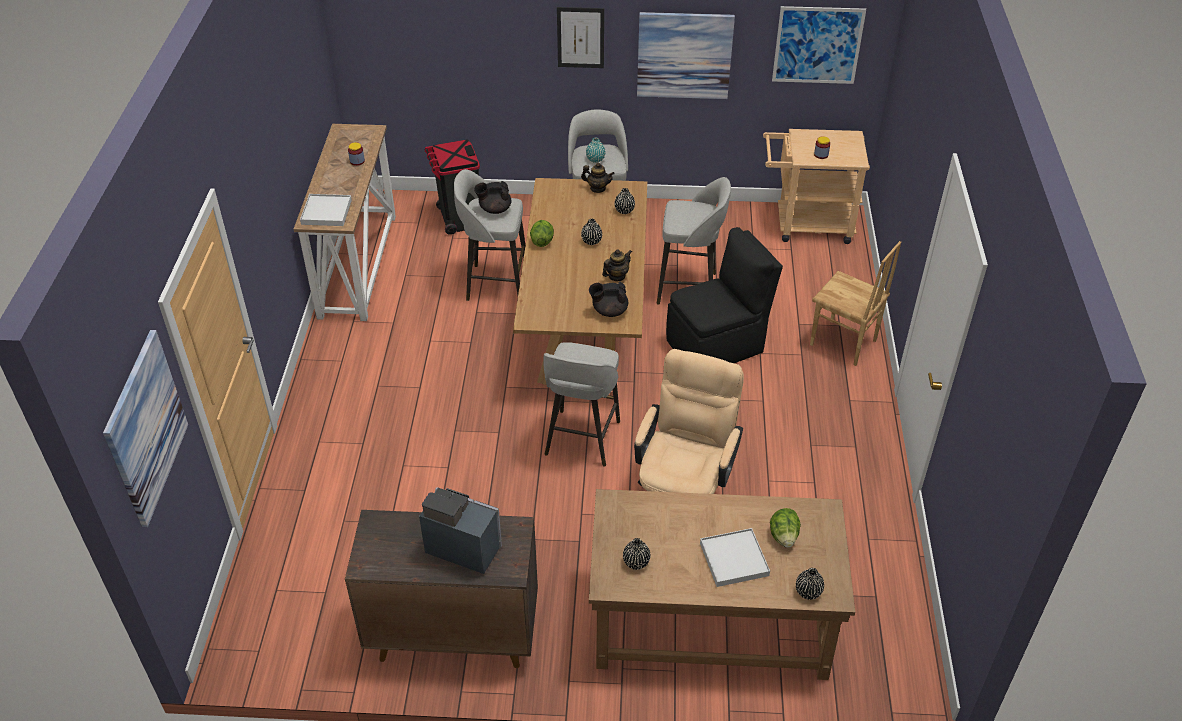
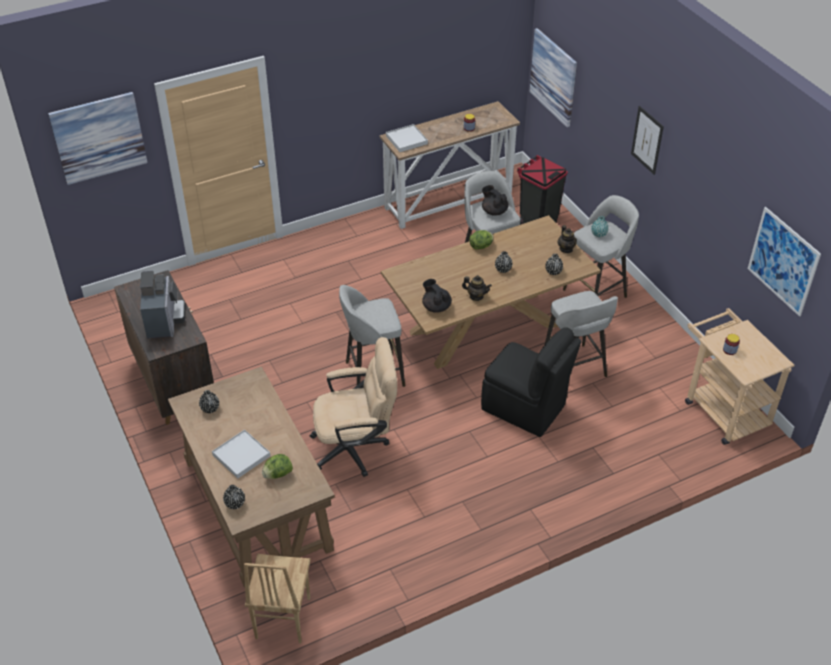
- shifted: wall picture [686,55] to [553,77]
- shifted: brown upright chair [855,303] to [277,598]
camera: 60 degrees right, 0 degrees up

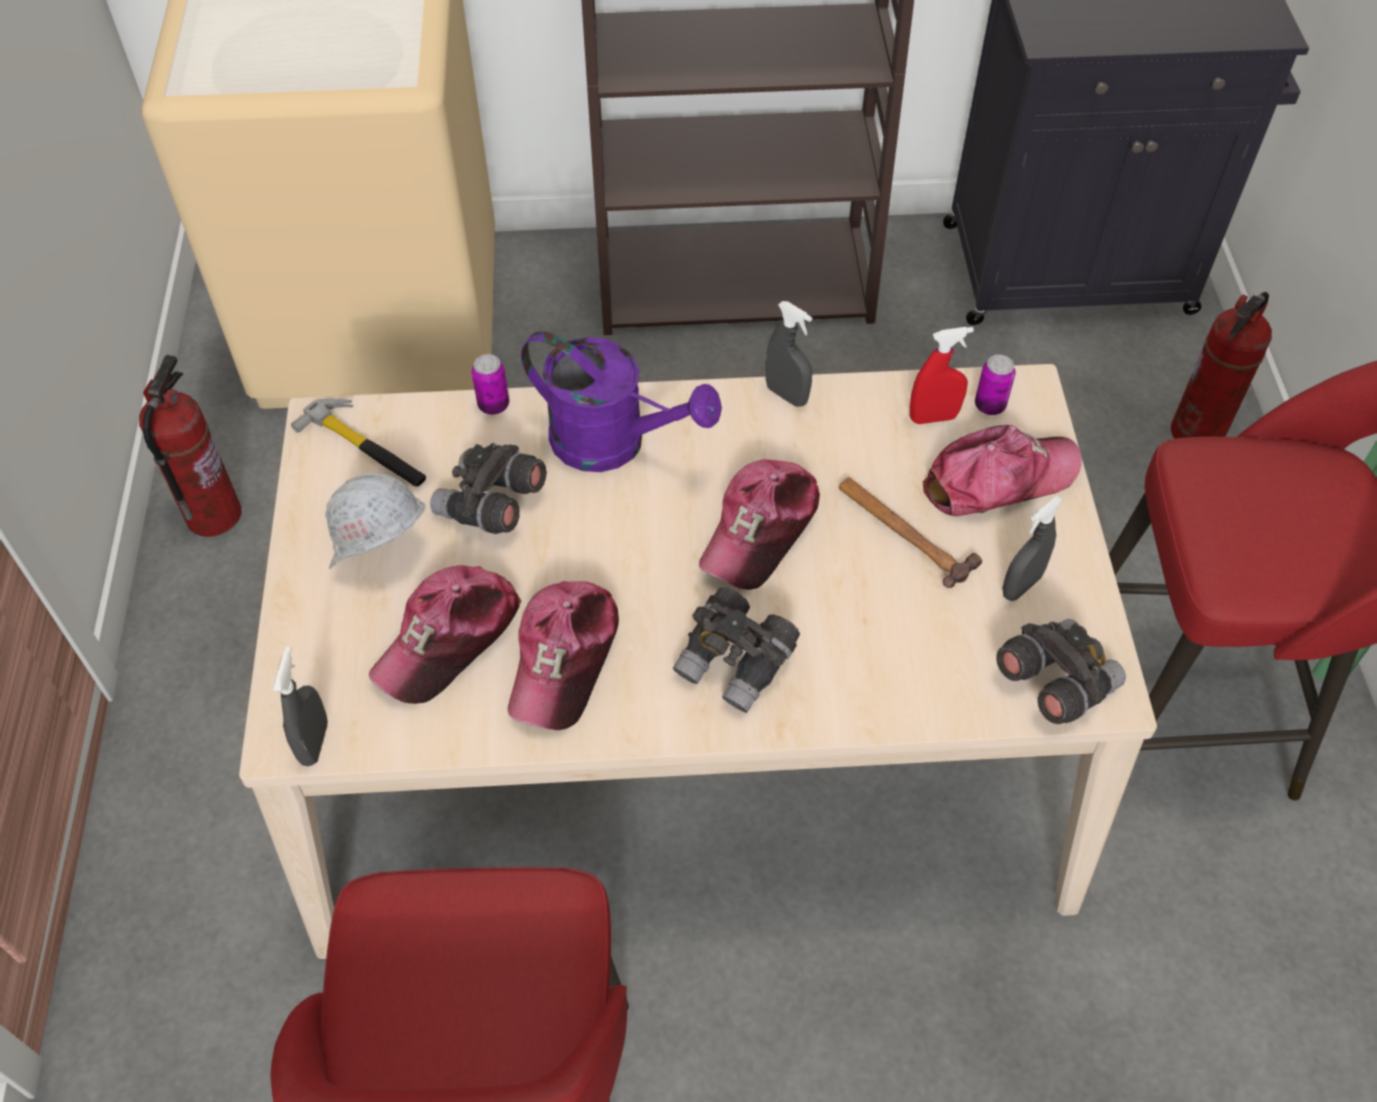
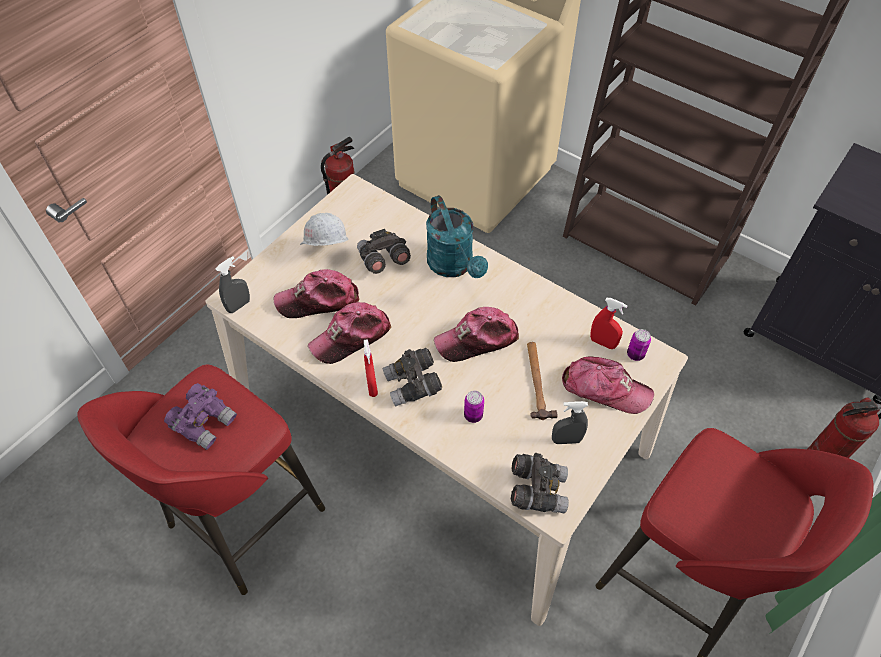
- gone: grey spray bottle [789,354]
- repainted: purple watering pot [621,401] to turquoise watering pot [457,236]
- shifted: metal can [490,384] to [474,407]
- gone: hammer [358,442]
- new: reddish spray bottle [371,368]
- new: purple binoculars [200,416]
camera: 40 degrees right, 0 degrees up

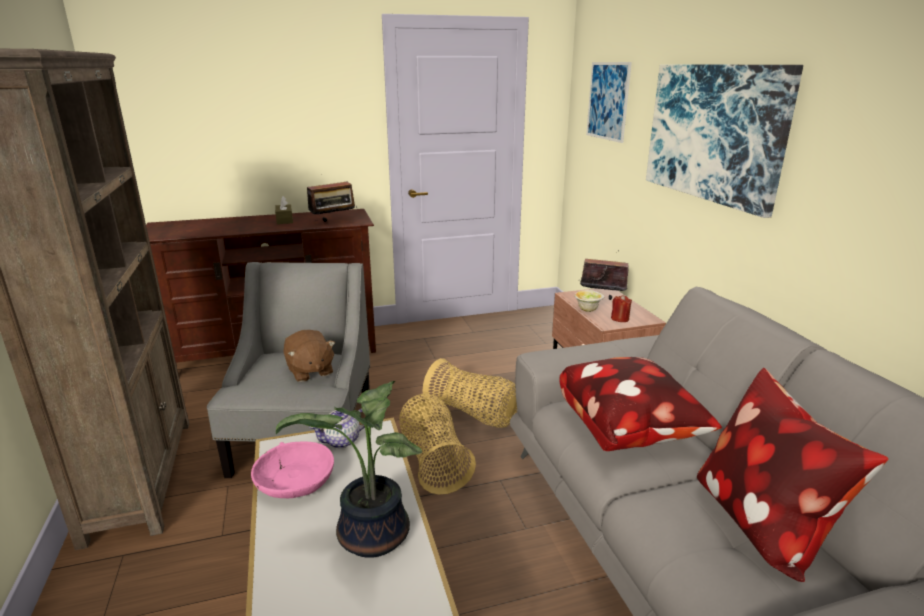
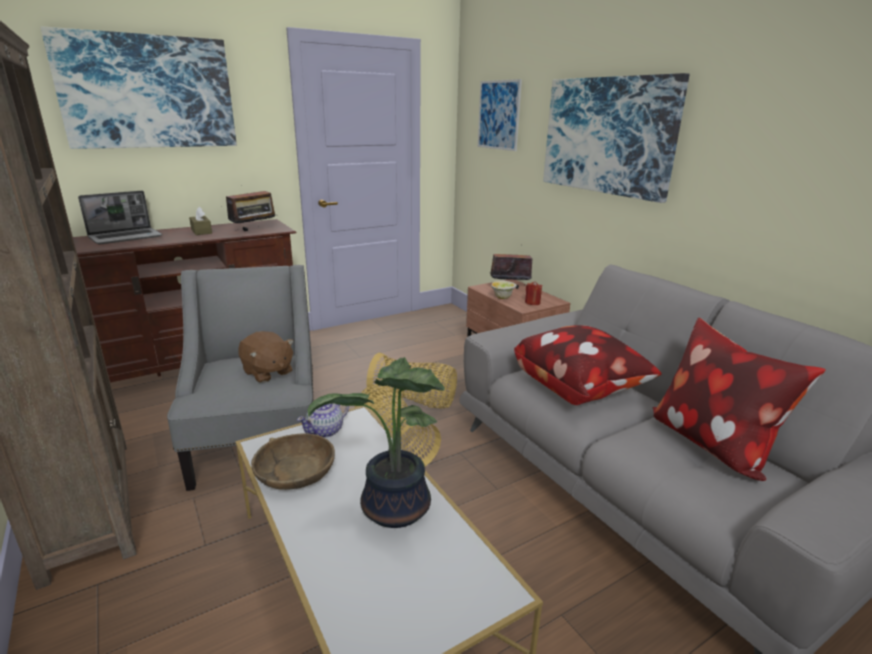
- repainted: pink-coloured bowl [292,470] to brown bowl [293,461]
- new: wall picture [138,87]
- new: laptop [120,218]
camera: 15 degrees left, 0 degrees up

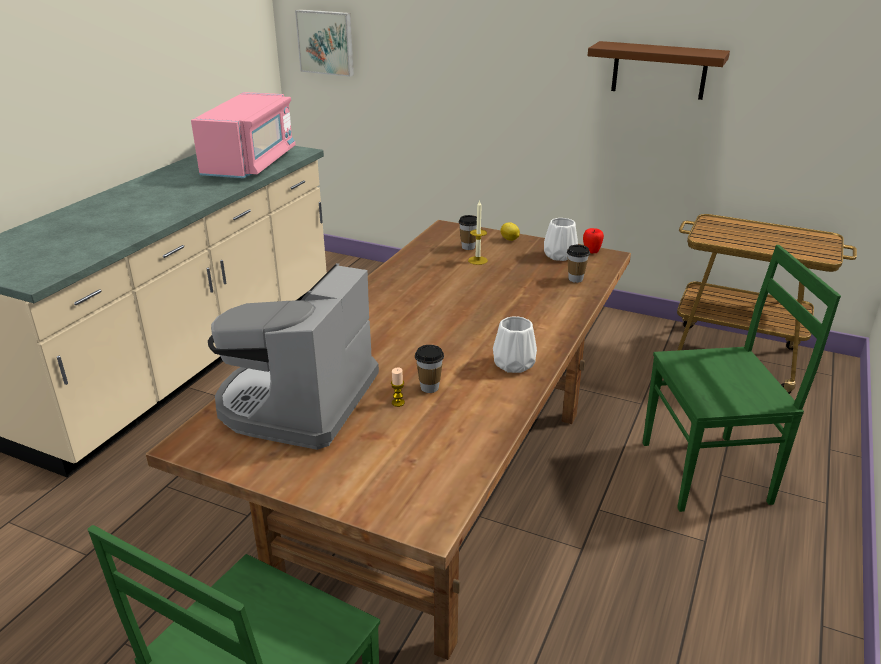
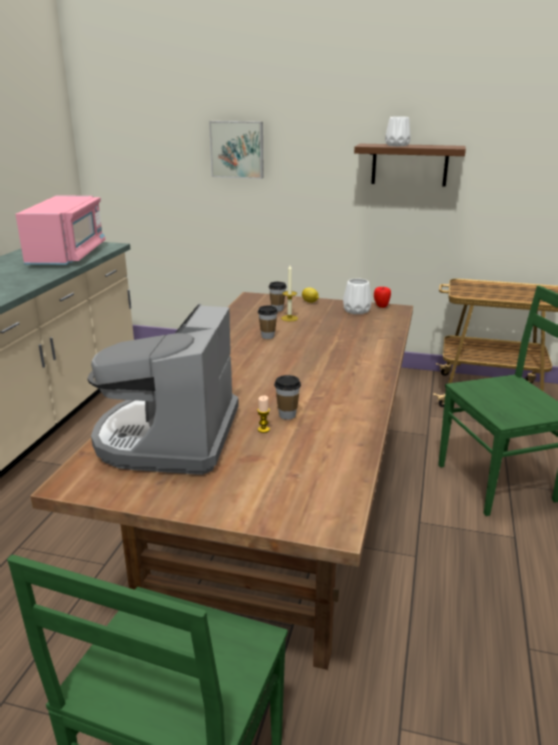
- shifted: wall picture [324,43] to [236,150]
- shifted: drinking cup [578,264] to [268,322]
- shifted: whitish vase [515,344] to [397,131]
camera: 10 degrees left, 5 degrees down

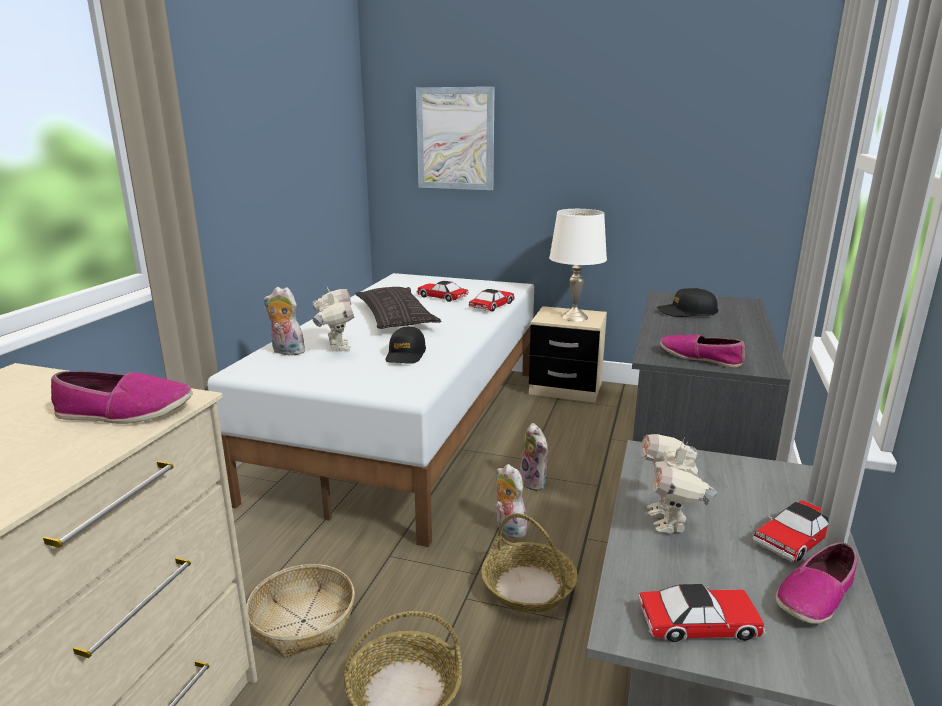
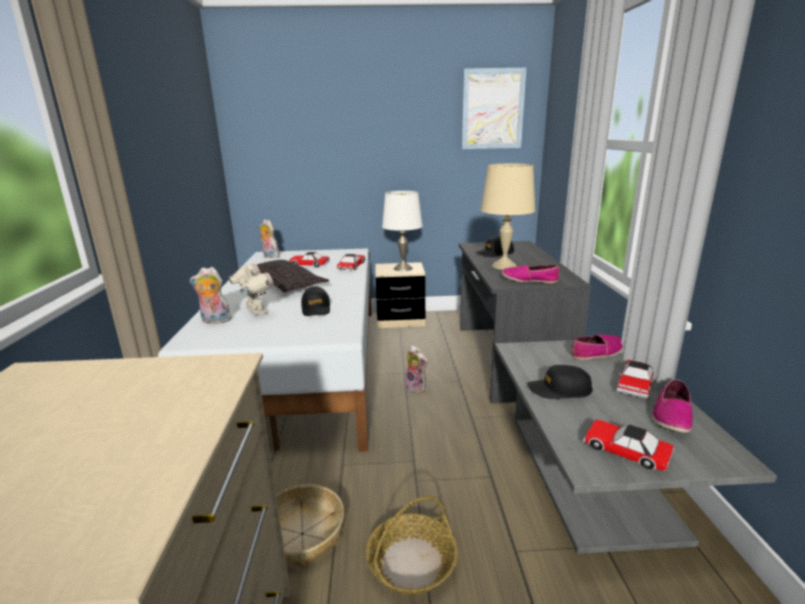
- shifted: wall picture [455,138] to [494,108]
- shifted: low shoe [122,397] to [597,347]
- swapped: model robot [679,483] to blackish peaked cap [560,382]
- shifted: cuddly toy [511,501] to [269,238]
- gone: basket [529,563]
- rotated: model car [702,613] = [628,445] 120 degrees counterclockwise
- new: beige-coloured table lamp [508,217]
camera: 20 degrees left, 0 degrees up

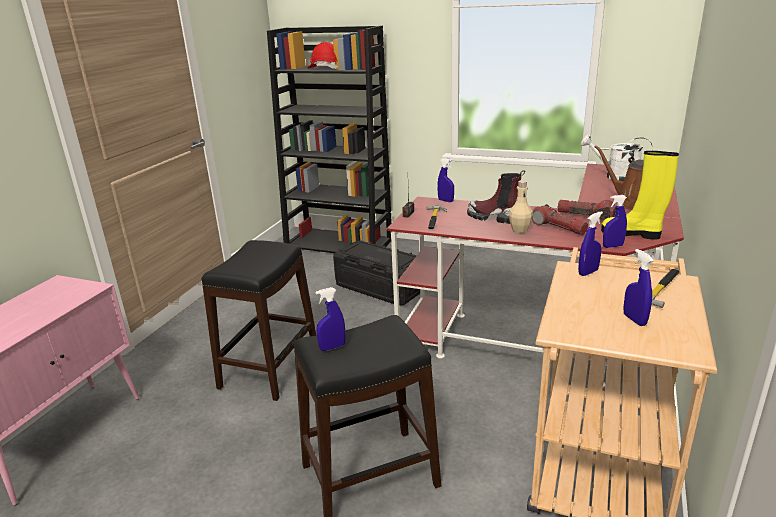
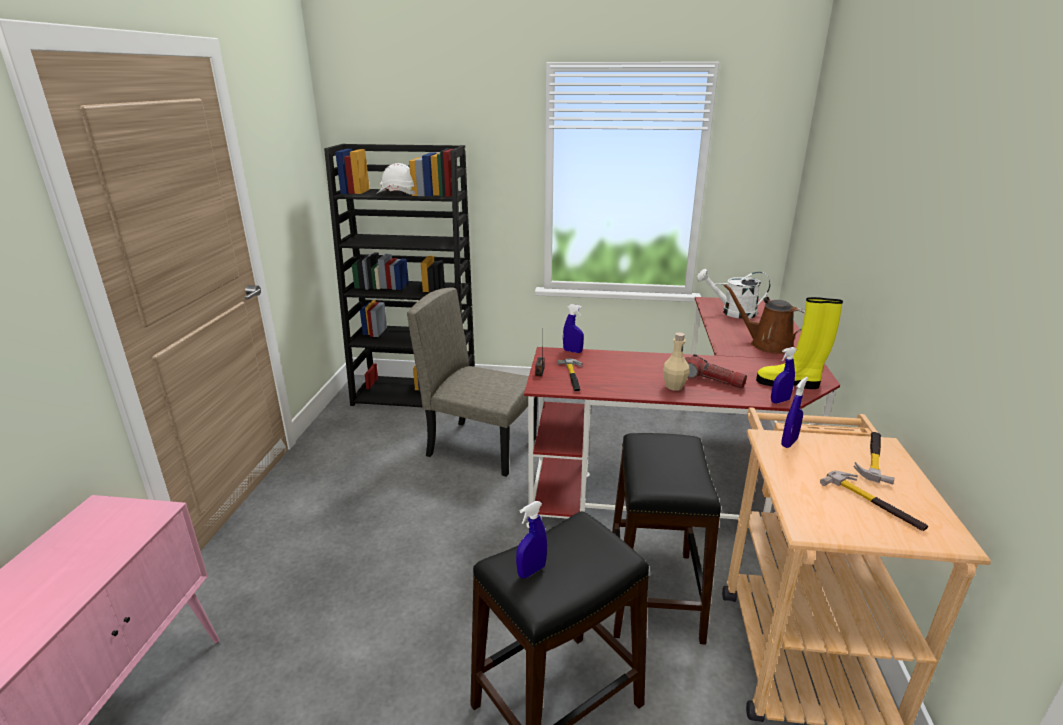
- repainted: reddish hard hat [322,55] to whitish hard hat [395,179]
- gone: tall boot [496,197]
- gone: flashlight [587,210]
- shifted: blackish sitting stool [259,320] to [666,538]
- swapped: blackish storage bin [376,273] to beige-coloured upright chair [472,382]
- swapped: blue-coloured spray bottle [638,287] to hammer [874,501]
camera: 15 degrees left, 0 degrees up

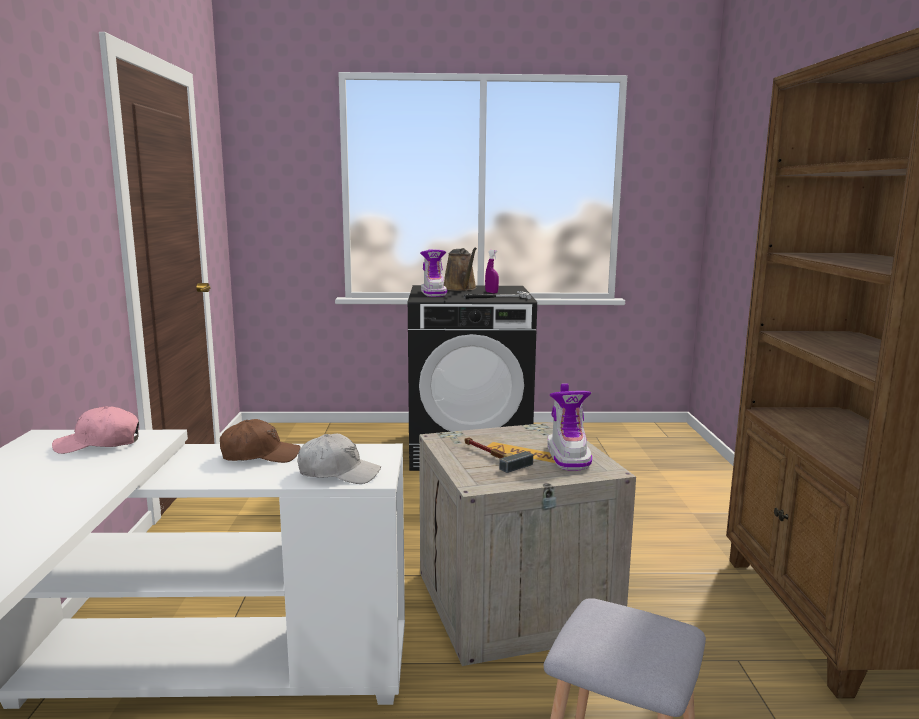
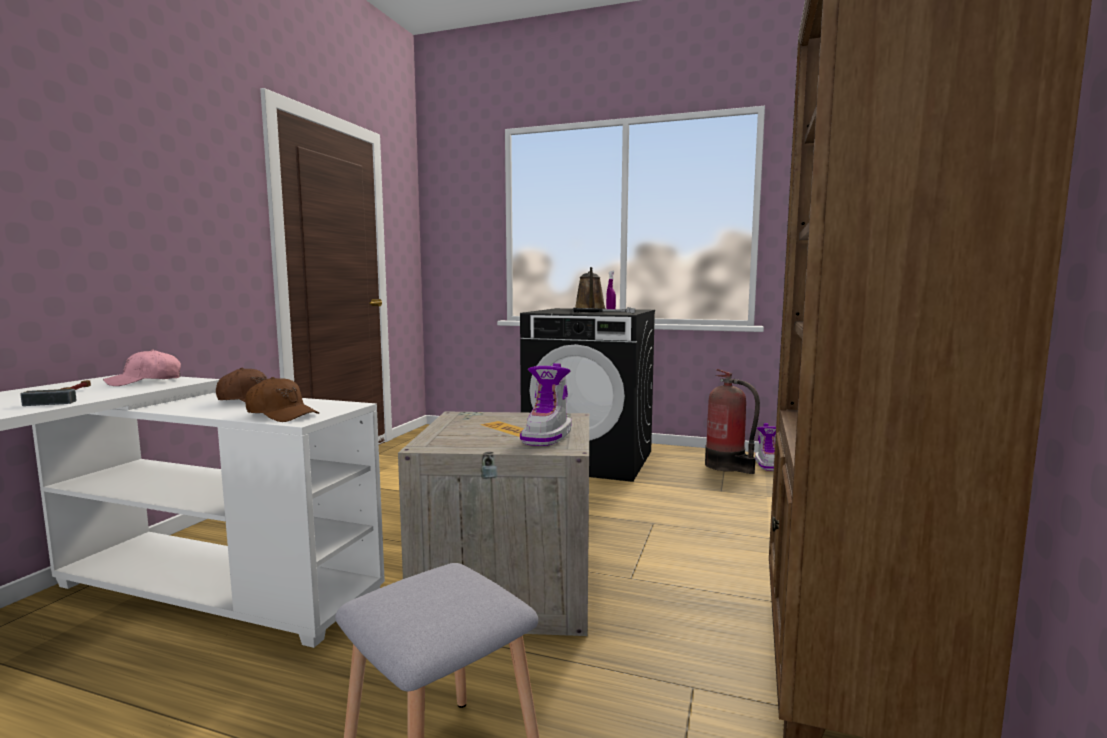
- shifted: tall boot [433,273] to [765,447]
- rotated: pink-coloured peaked cap [95,430] = [142,367] 45 degrees counterclockwise
- repainted: whitish peaked cap [339,459] to brown peaked cap [282,399]
- shifted: hammer [498,455] to [55,393]
- new: fire extinguisher [732,421]
camera: 20 degrees right, 5 degrees down

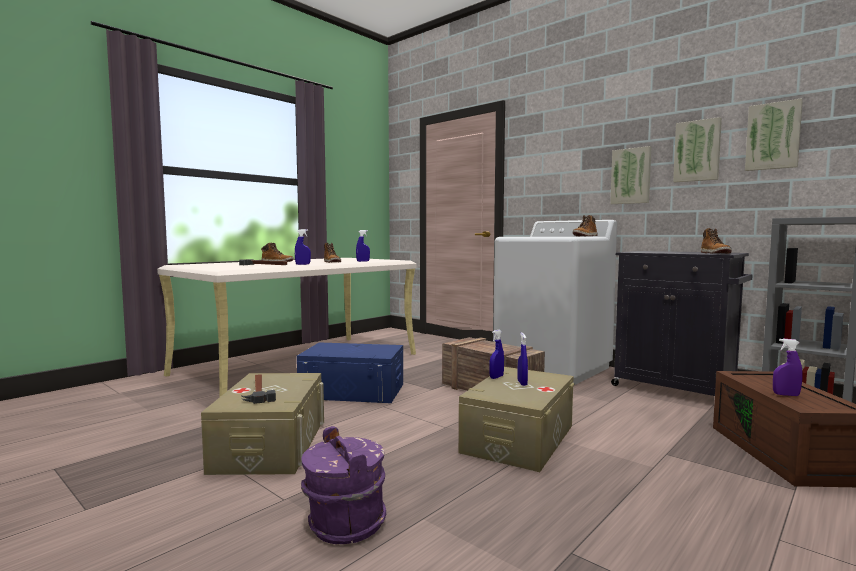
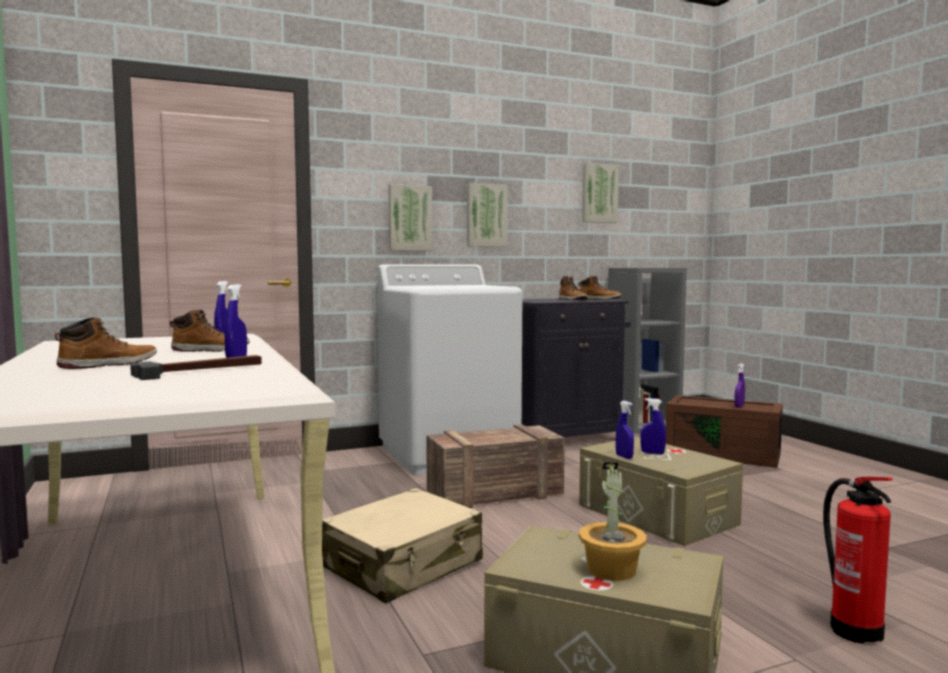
- shifted: wall picture [697,149] to [410,217]
- shifted: tall boot [585,225] to [573,288]
- swapped: blue-coloured storage bin [350,372] to beige-coloured suitcase [402,545]
- swapped: hammer [258,389] to potted plant [613,521]
- swapped: purple pail [343,485] to fire extinguisher [858,560]
camera: 65 degrees left, 0 degrees up

